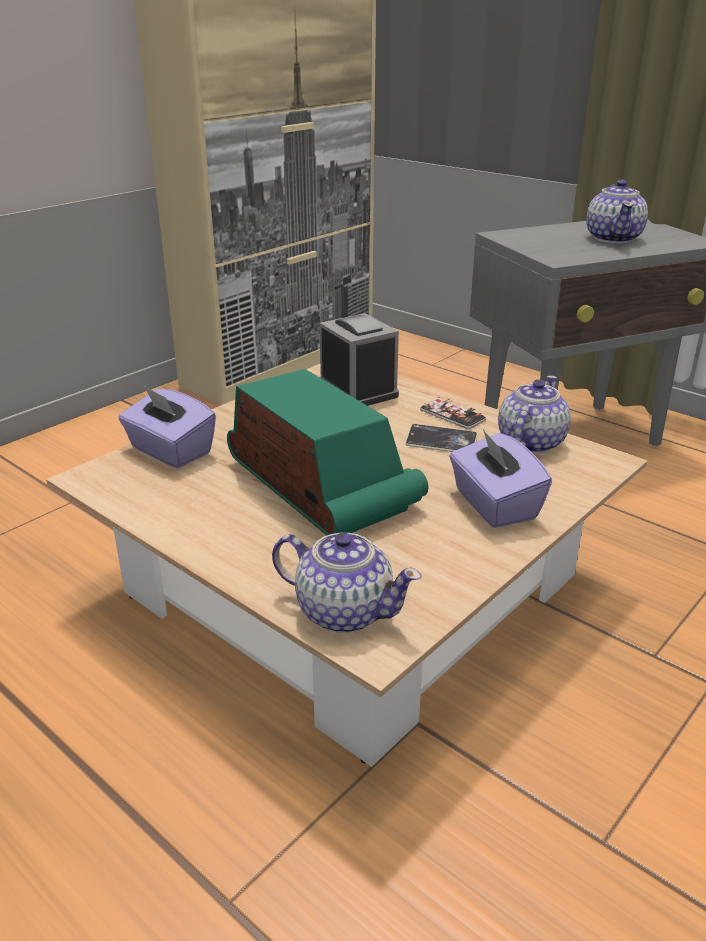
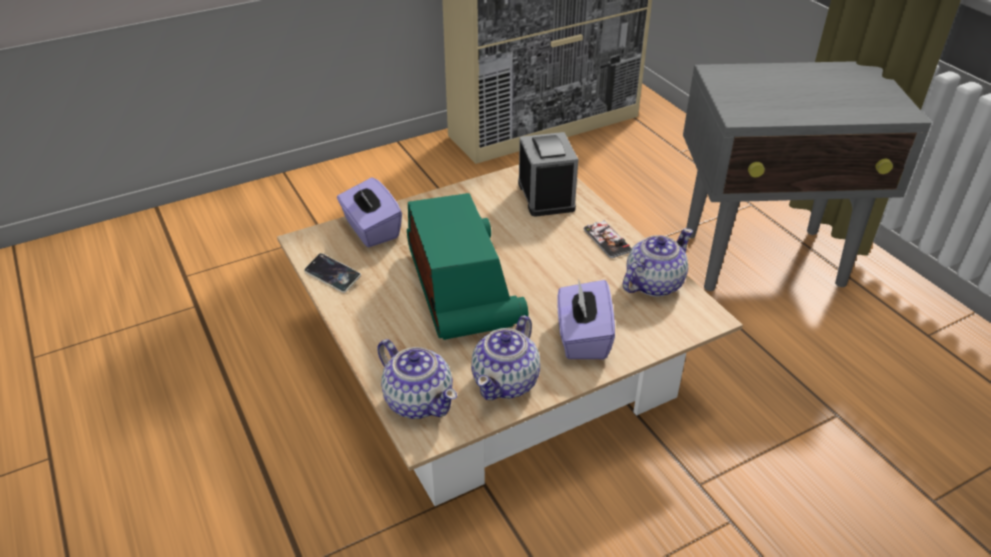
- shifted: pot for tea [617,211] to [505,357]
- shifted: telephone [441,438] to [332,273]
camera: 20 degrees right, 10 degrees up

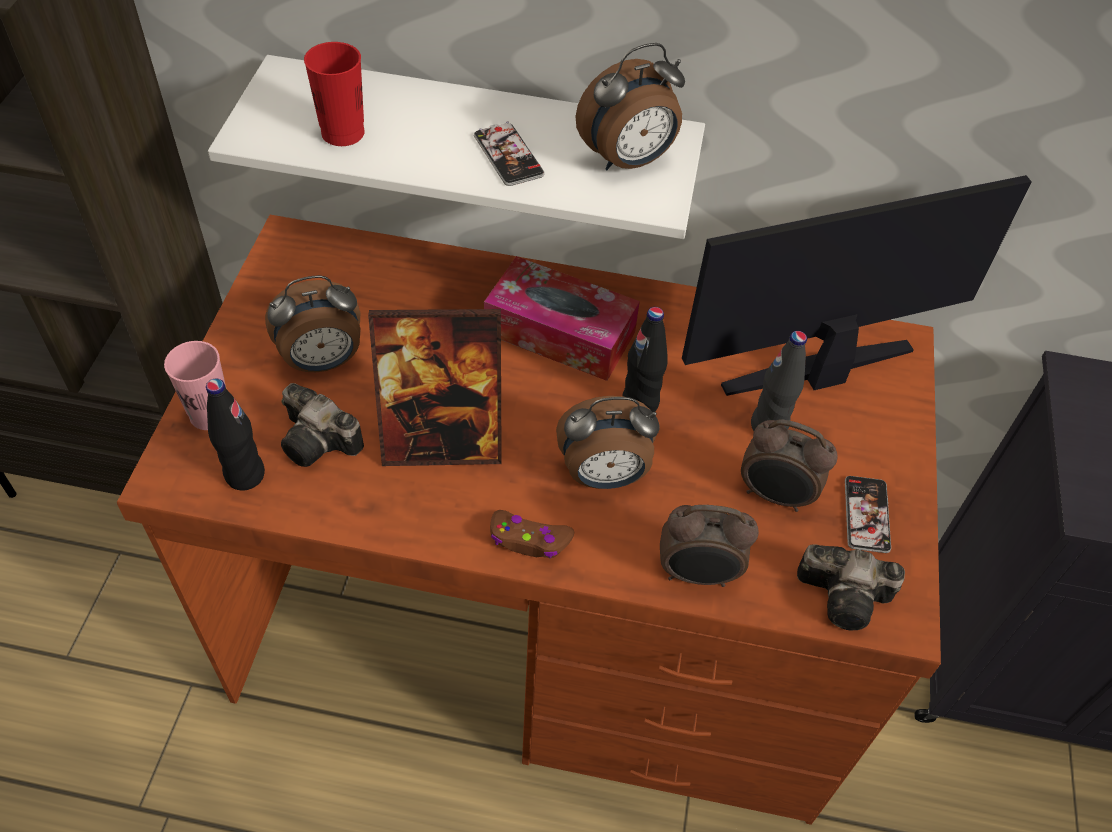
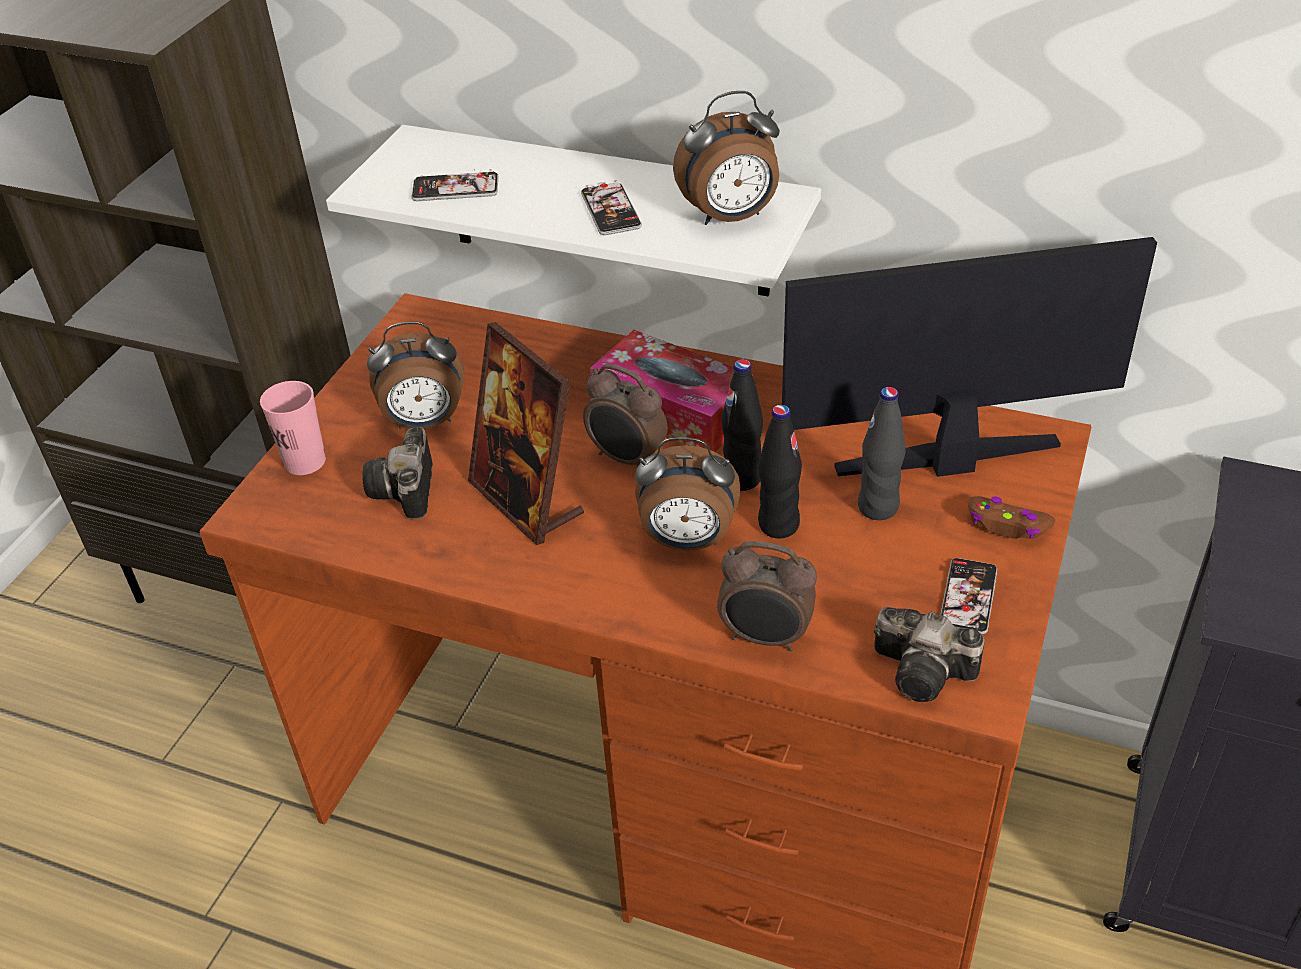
- swapped: reddish drinking cup [334,94] to telephone [454,185]
- rotated: photo frame [435,387] = [526,433] 45 degrees clockwise
- shifted: blackish drink bottle [235,434] to [780,471]
- rotated: still camera [322,425] = [397,473] 45 degrees clockwise
- shifted: bedside clock [789,465] to [625,415]
- shifted: brown gamepad [532,534] to [1011,517]
camera: 15 degrees right, 10 degrees down

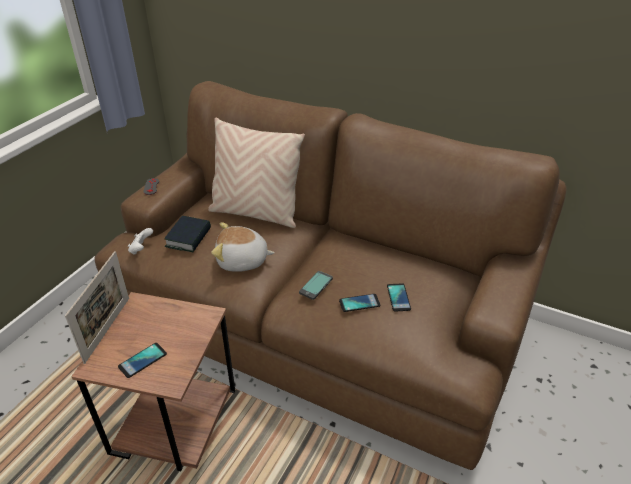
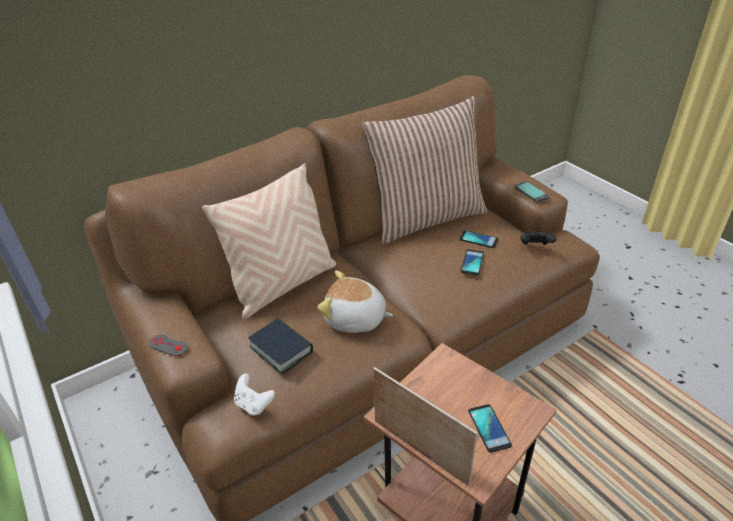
- rotated: cuddly toy [243,247] = [355,302] 75 degrees clockwise
- shifted: telephone [316,285] to [531,192]
- new: throw pillow [424,170]
- new: blackish gamepad [538,237]
camera: 60 degrees left, 0 degrees up

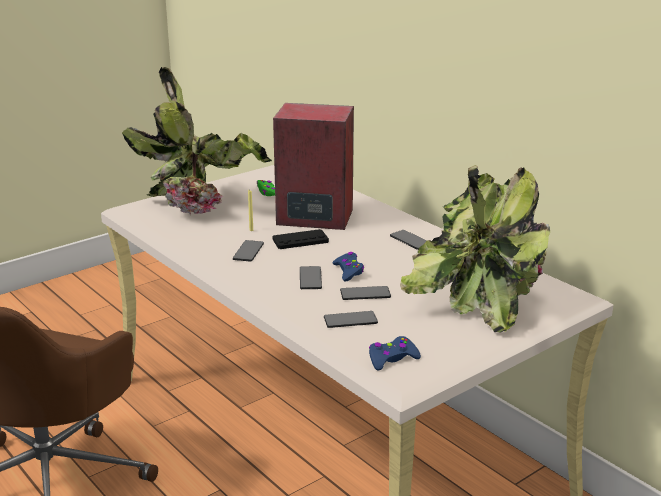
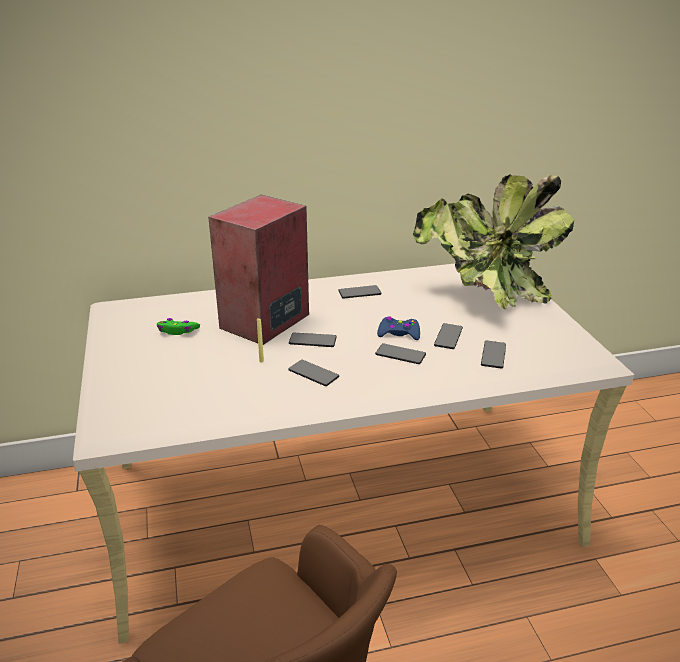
- gone: potted plant [197,141]
- swapped: blackish gamepad [300,239] to telephone [313,340]
- gone: blue-coloured gamepad [395,353]
camera: 65 degrees left, 5 degrees up

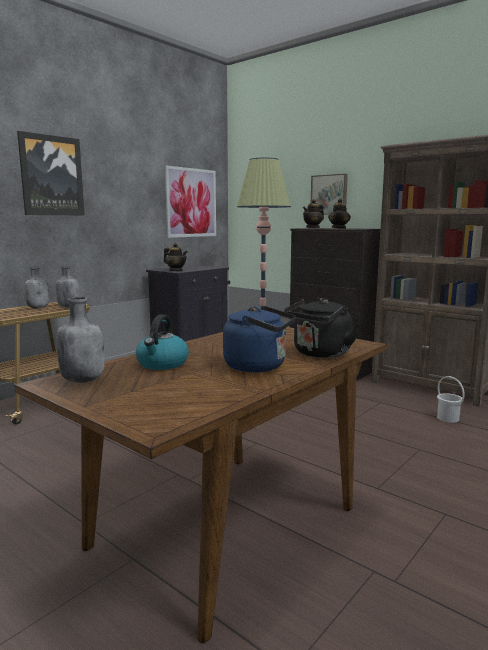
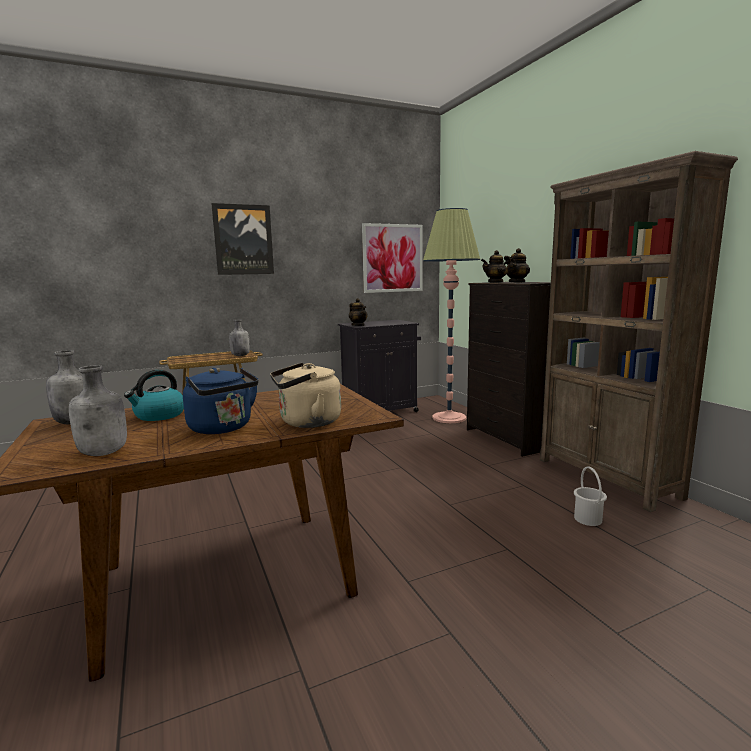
- gone: wall picture [329,194]
- shifted: grey drink bottle [37,287] to [98,410]
- repainted: blackish water kettle [322,328] to beige-coloured water kettle [305,395]
camera: 25 degrees right, 0 degrees up

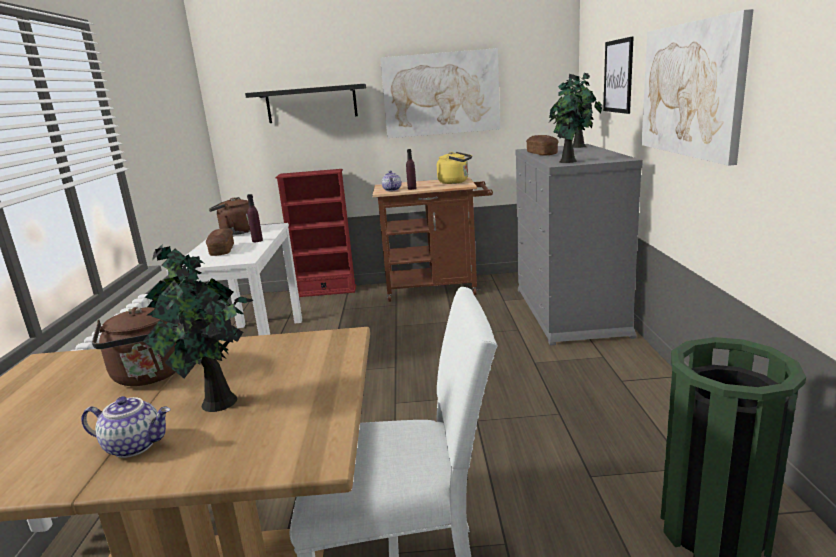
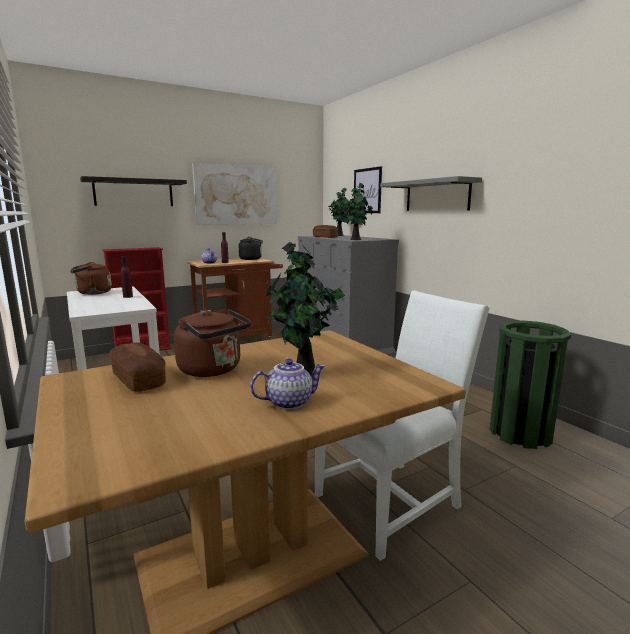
- swapped: wall picture [697,87] to grey wall shelf [431,193]
- repainted: yellowish water kettle [454,168] to blackish water kettle [250,248]
- shifted: bakery bread [220,242] to [137,367]
camera: 30 degrees left, 5 degrees down

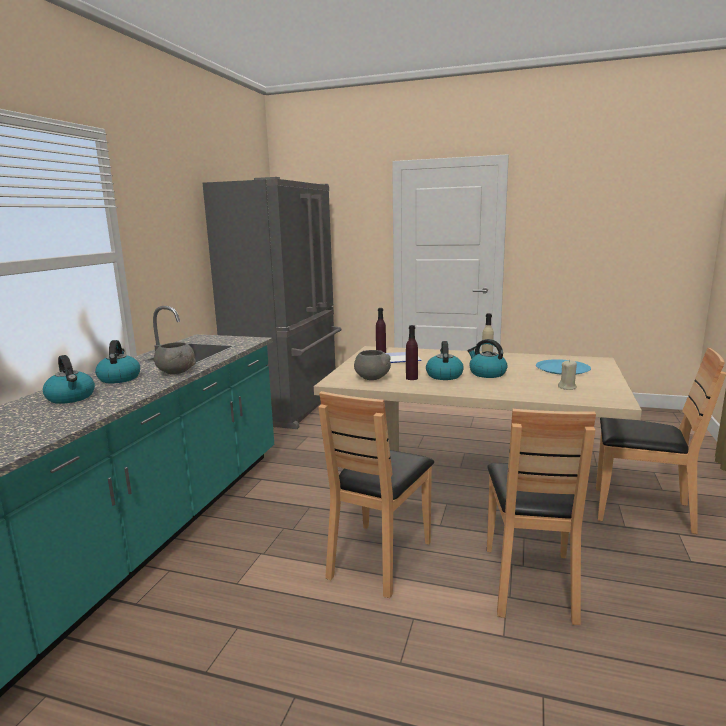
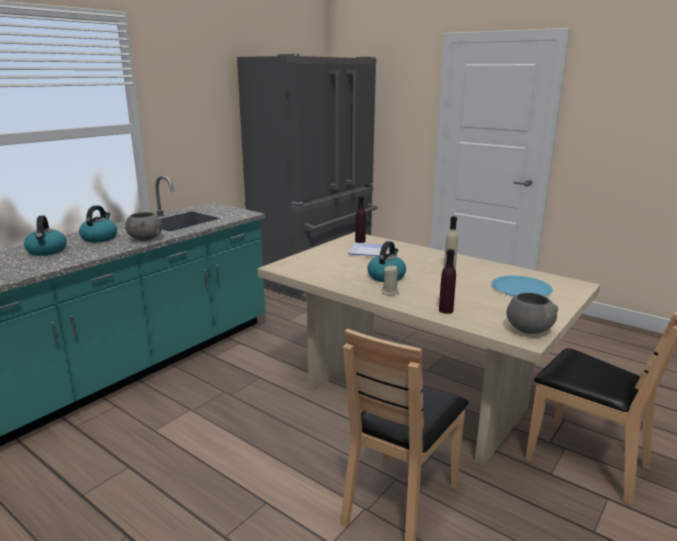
- shifted: purple drink bottle [412,352] to [447,281]
- gone: water kettle [488,358]
- shifted: grey bowl [372,365] to [532,313]
- shifted: beige-coloured wax candle [567,375] to [390,280]
- gone: brown upright chair [376,494]
camera: 20 degrees right, 5 degrees up

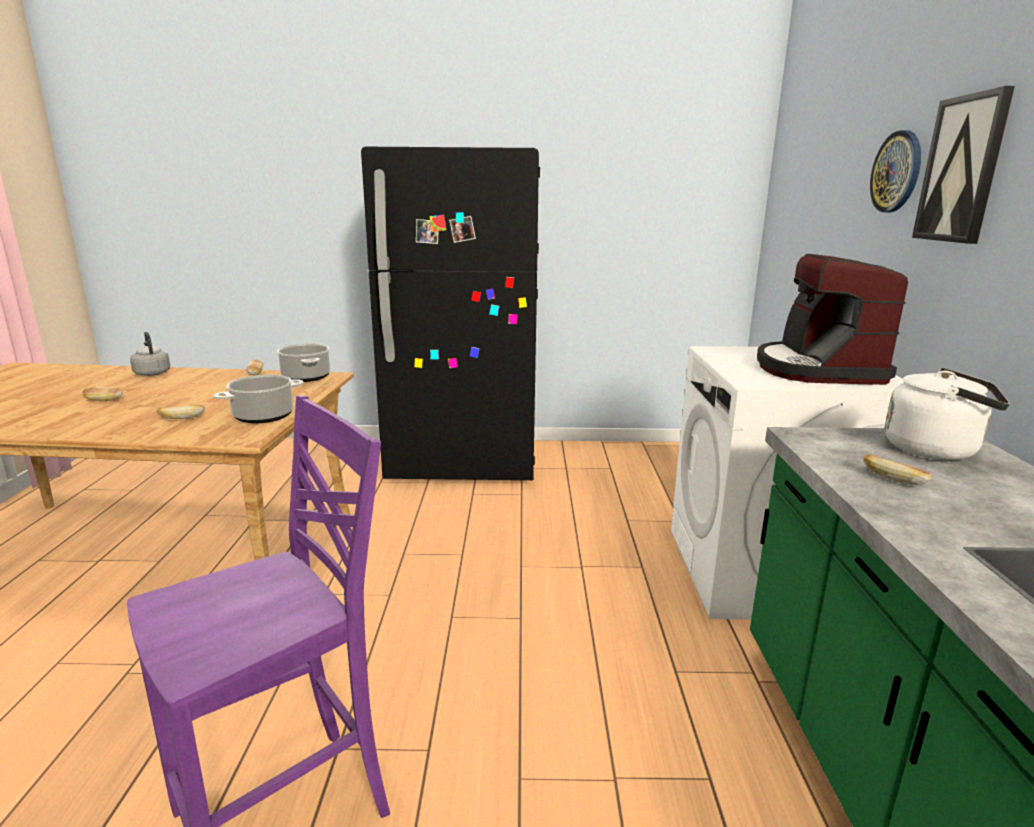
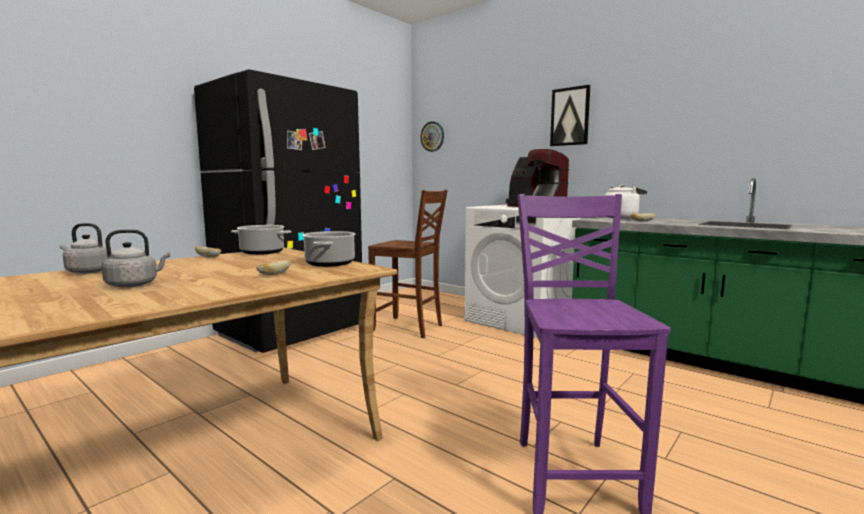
- shifted: wall clock [895,171] to [432,136]
- swapped: bakery bread [102,394] to grey water kettle [136,258]
- new: brown upright chair [408,264]
camera: 50 degrees left, 10 degrees down

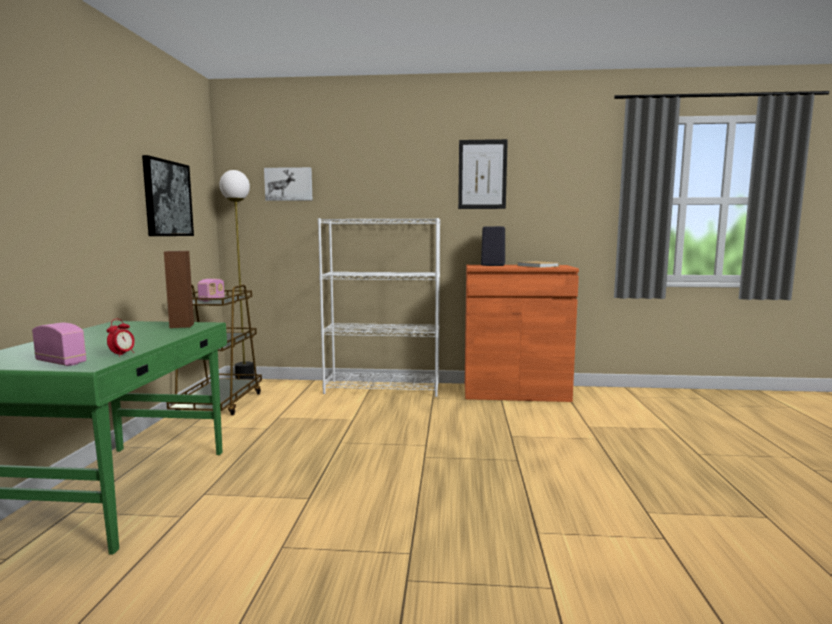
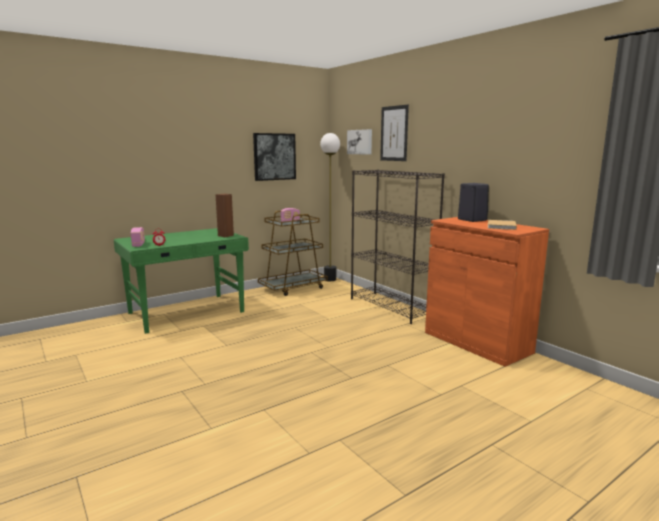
- shifted: wall picture [483,174] to [394,133]
- repainted: whitish bookcase [379,307] to blackish bookcase [398,247]
camera: 50 degrees right, 5 degrees up

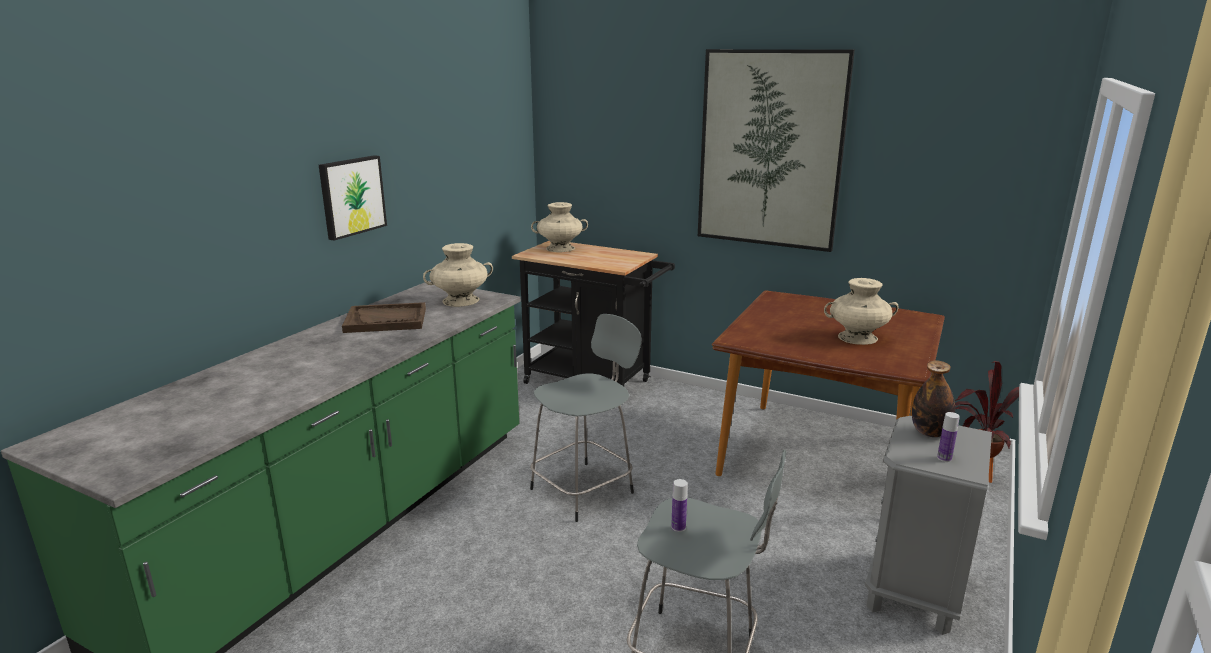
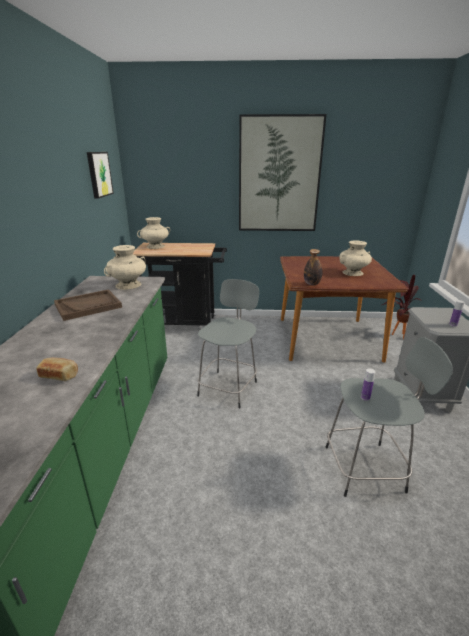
- shifted: wall picture [353,198] to [100,175]
- shifted: drink bottle [933,398] to [313,267]
- new: bakery bread [57,369]
camera: 25 degrees left, 5 degrees up

